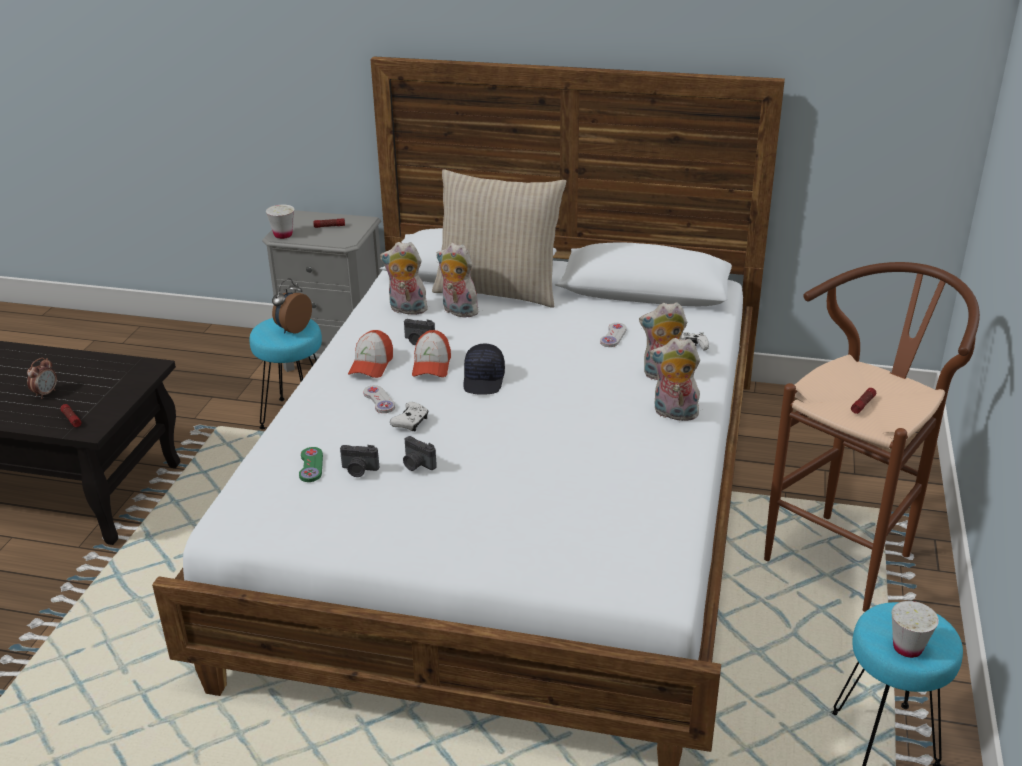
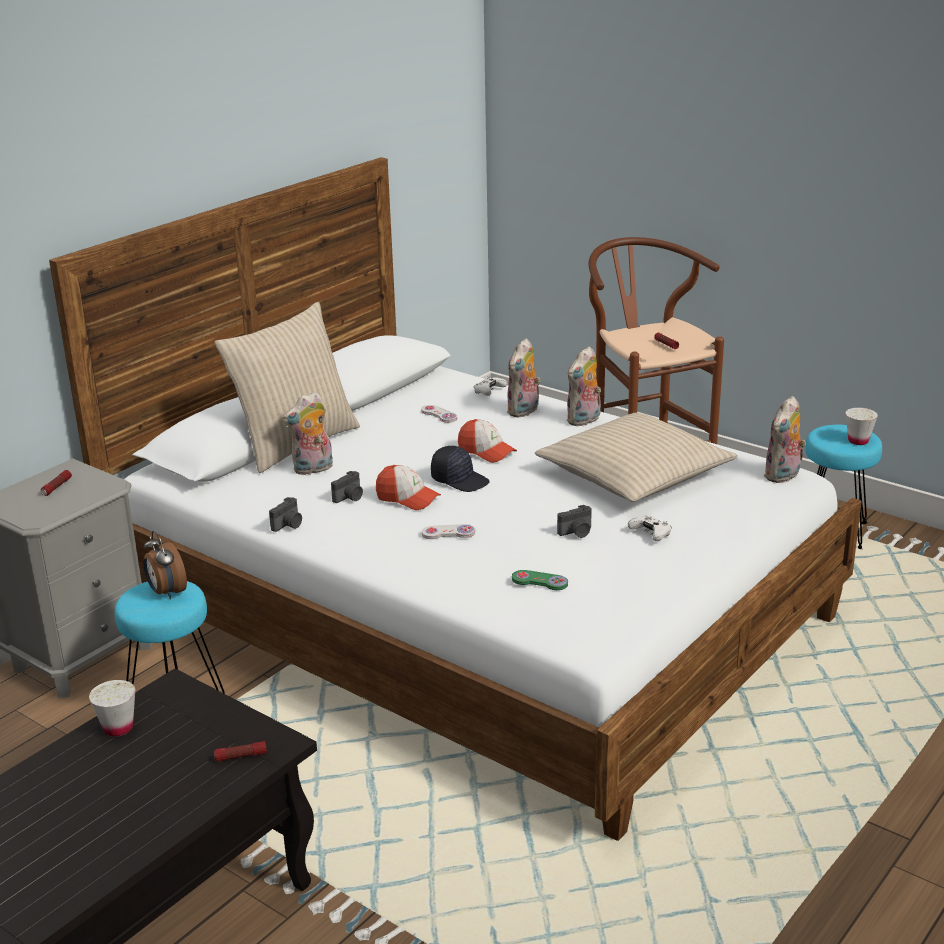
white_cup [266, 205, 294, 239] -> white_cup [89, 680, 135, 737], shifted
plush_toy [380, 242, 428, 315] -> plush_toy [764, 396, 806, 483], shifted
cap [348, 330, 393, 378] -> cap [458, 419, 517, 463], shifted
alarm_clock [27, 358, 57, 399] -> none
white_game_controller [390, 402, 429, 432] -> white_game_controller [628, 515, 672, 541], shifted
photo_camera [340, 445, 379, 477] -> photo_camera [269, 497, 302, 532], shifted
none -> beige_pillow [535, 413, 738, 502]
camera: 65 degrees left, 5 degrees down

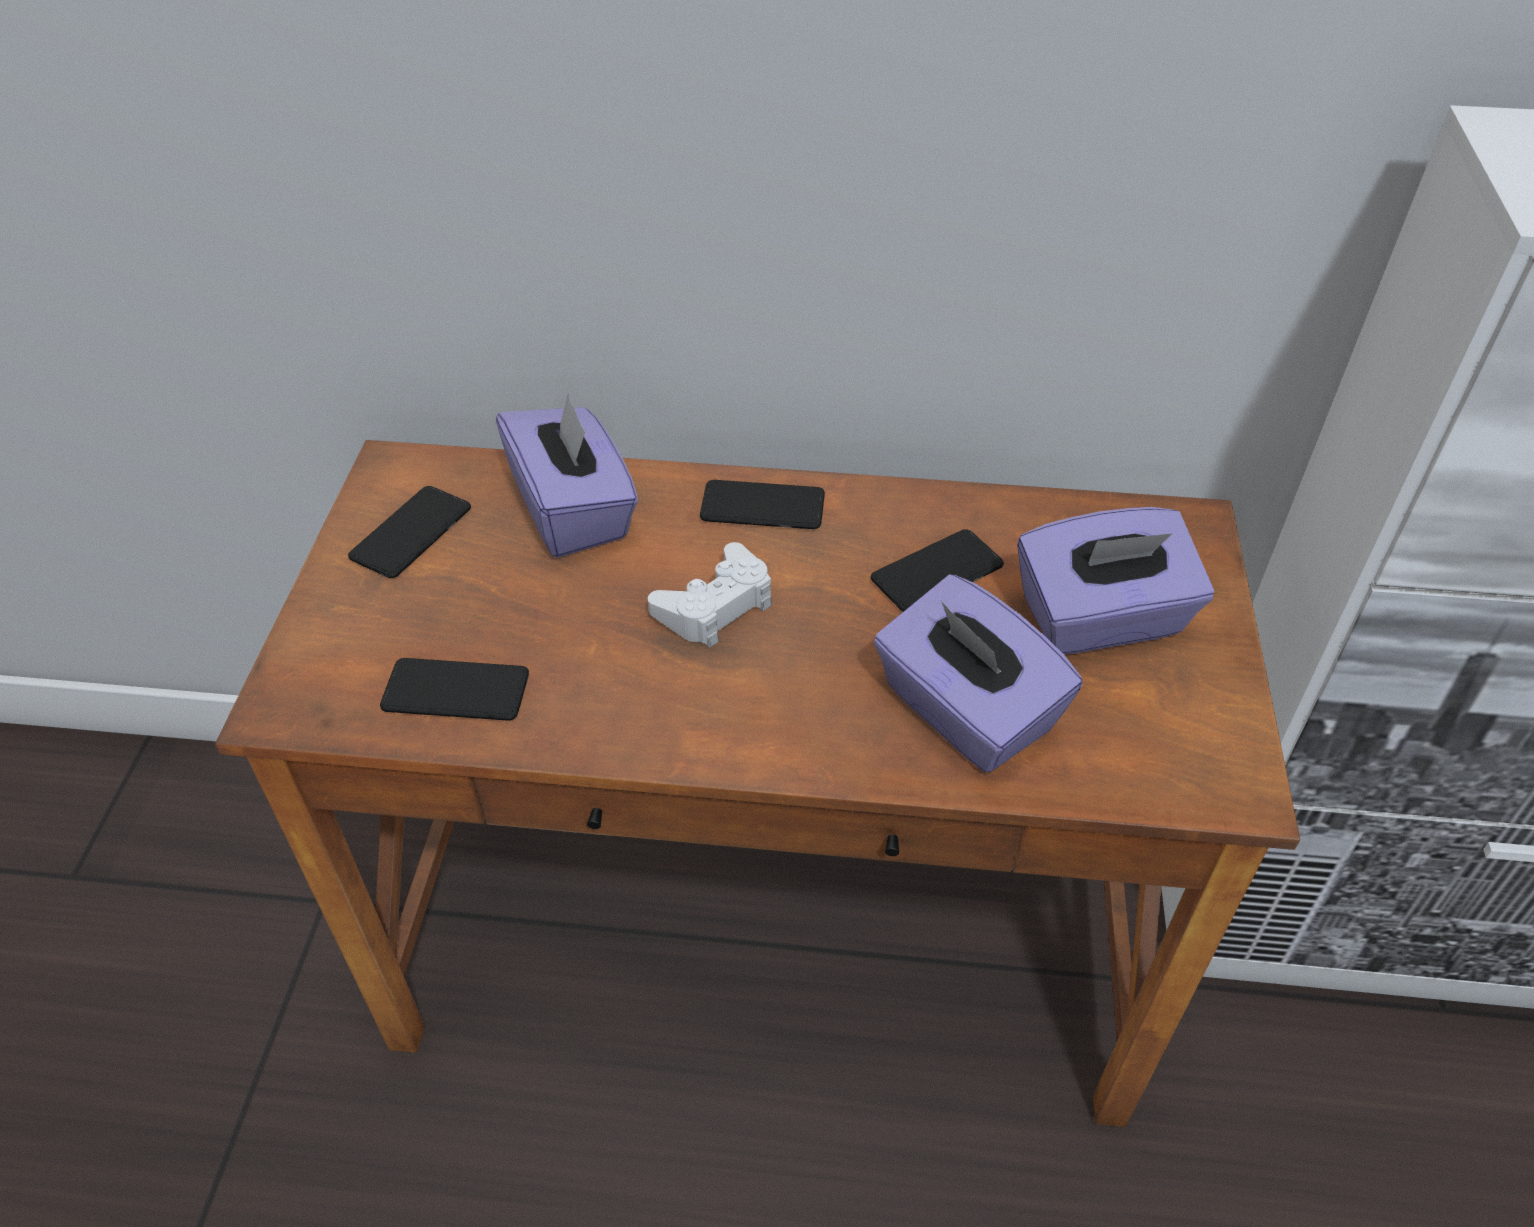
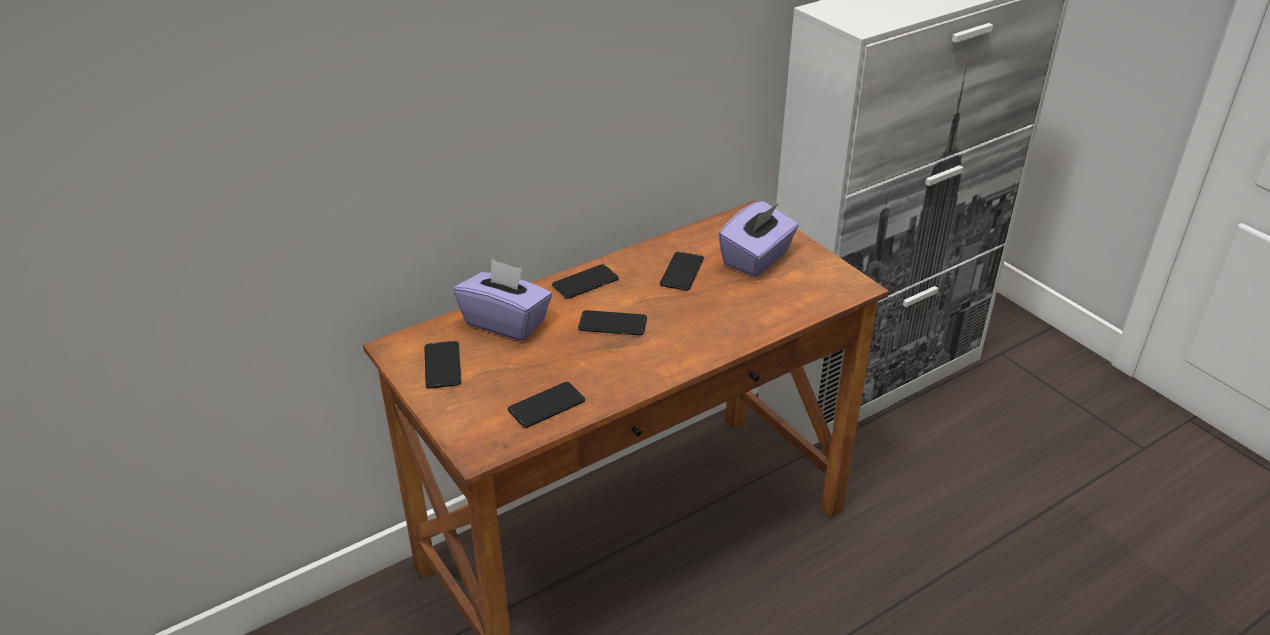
white_game_controller [648, 542, 772, 648] -> phone [578, 310, 647, 335]
purple_tissue_box [873, 574, 1083, 772] -> none
camera: 40 degrees left, 10 degrees down

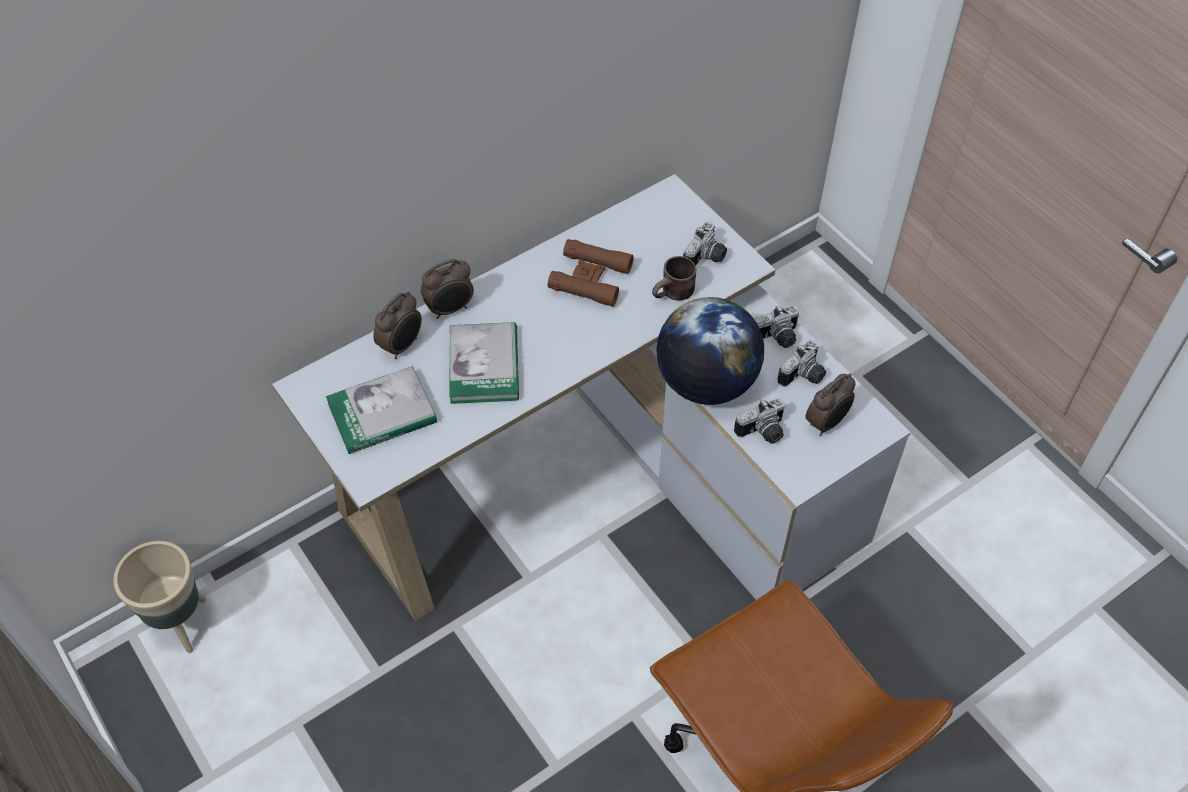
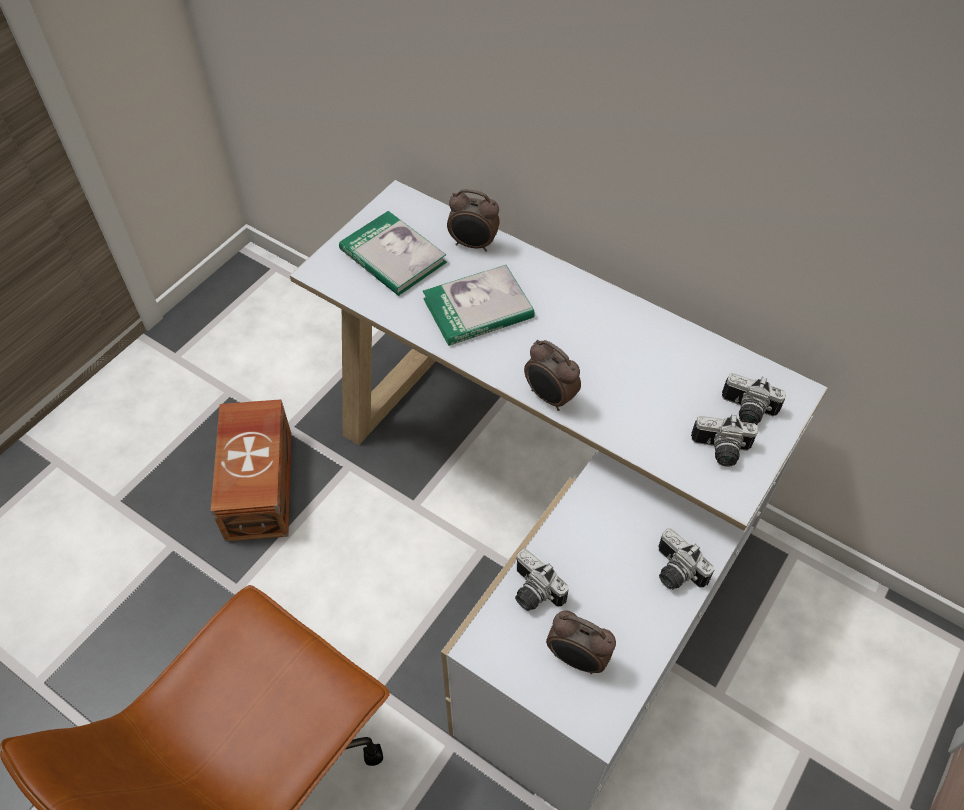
brown_binoculars [548, 239, 634, 307] -> none
brown_mug [652, 256, 696, 300] -> none
alarm_clock [421, 259, 474, 319] -> alarm_clock [524, 340, 581, 411], shifted
globe [656, 297, 764, 405] -> none
photo_camera [778, 340, 826, 387] -> photo_camera [722, 373, 786, 425], shifted
beige_planter [113, 541, 206, 653] -> none
none -> brown_storage_box [211, 399, 291, 542]
camera: 70 degrees right, 0 degrees up

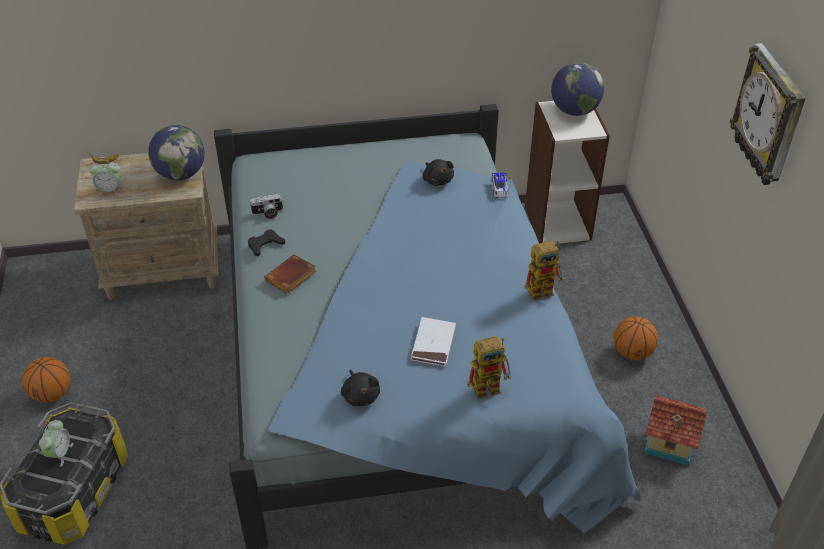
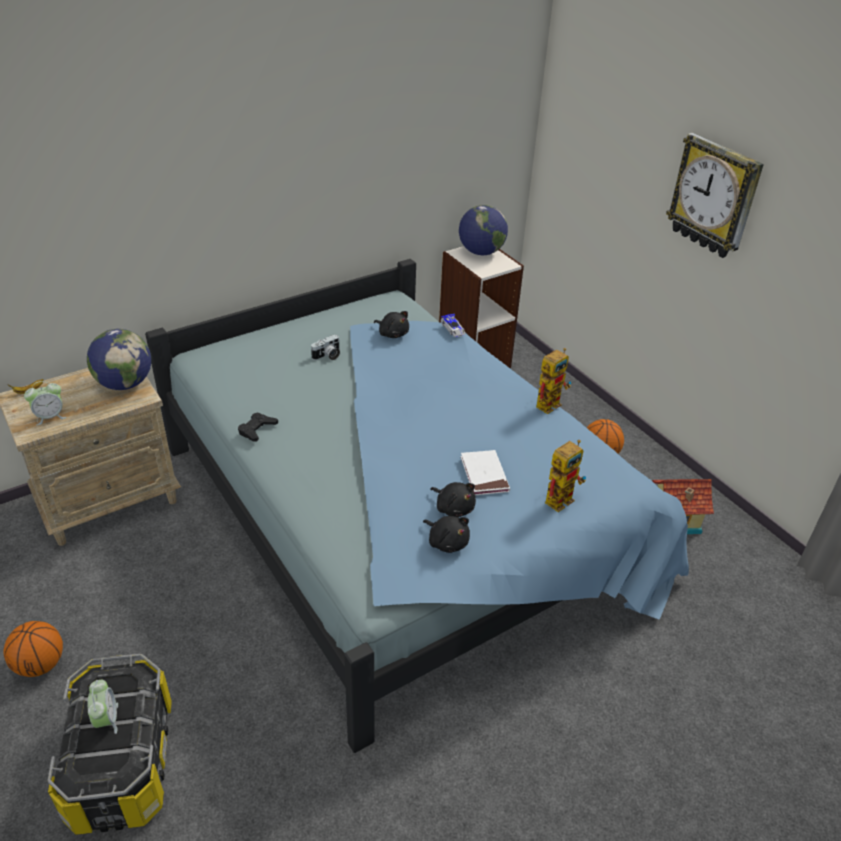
photo_camera [250, 193, 283, 219] -> photo_camera [311, 334, 340, 360], shifted
brown_book [264, 254, 316, 294] -> none
none -> black_plush_toy [430, 482, 476, 517]
camera: 25 degrees left, 5 degrees down

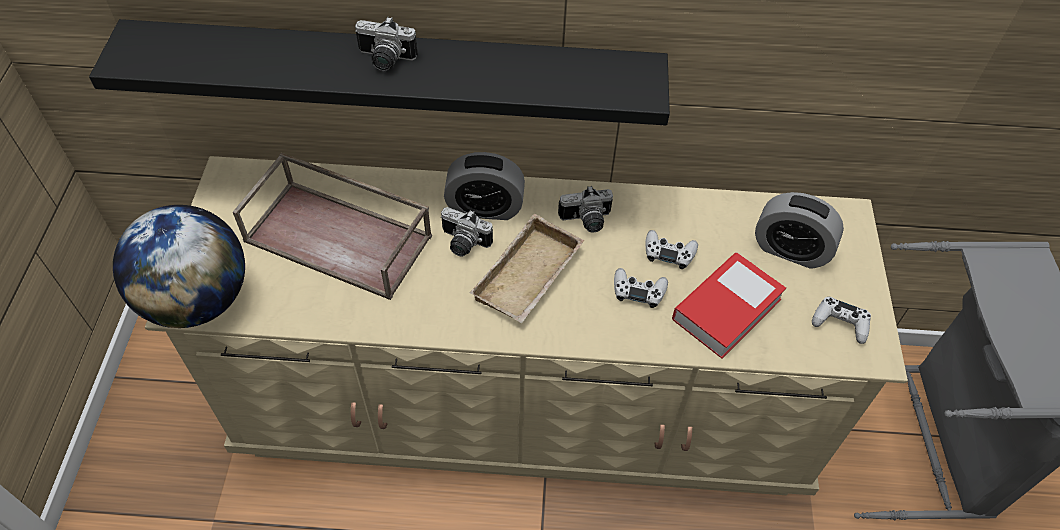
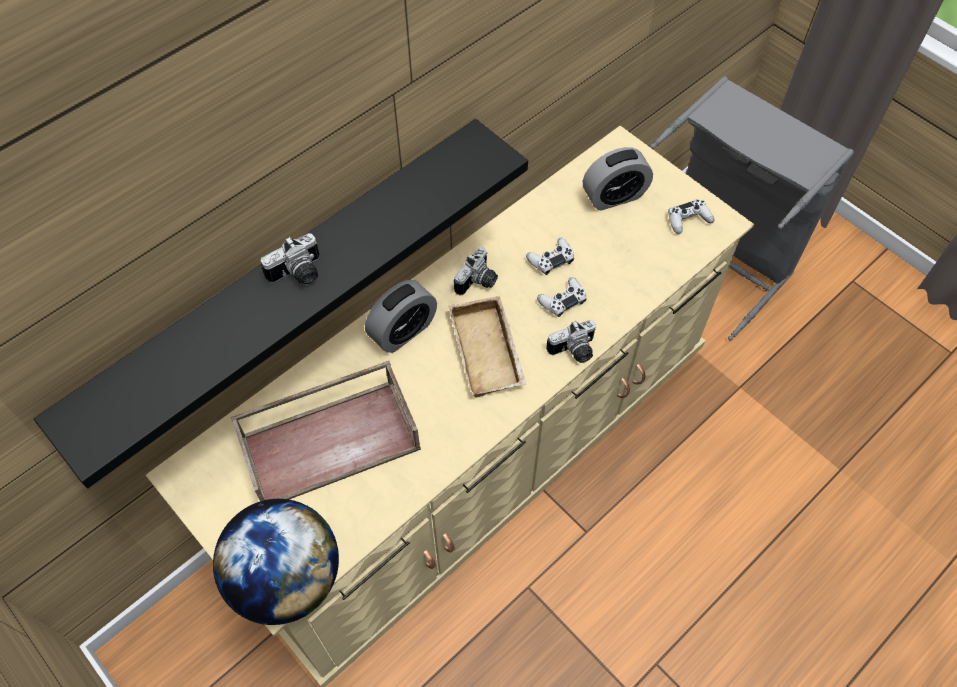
photo_camera [441, 207, 493, 257] -> photo_camera [546, 320, 596, 363], shifted
book [672, 253, 786, 359] -> none
camera: 45 degrees left, 5 degrees up

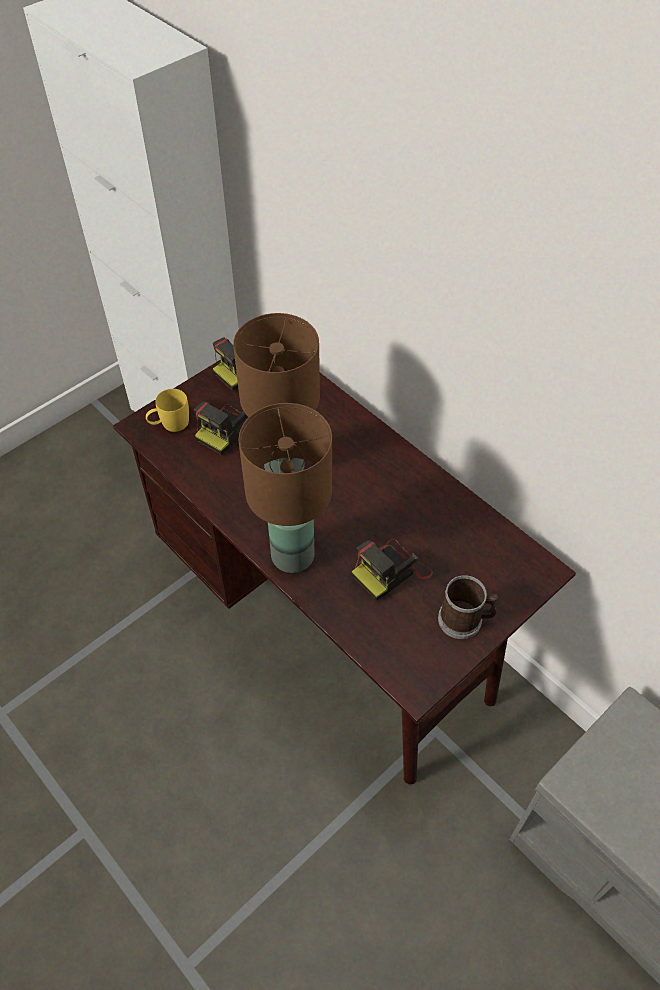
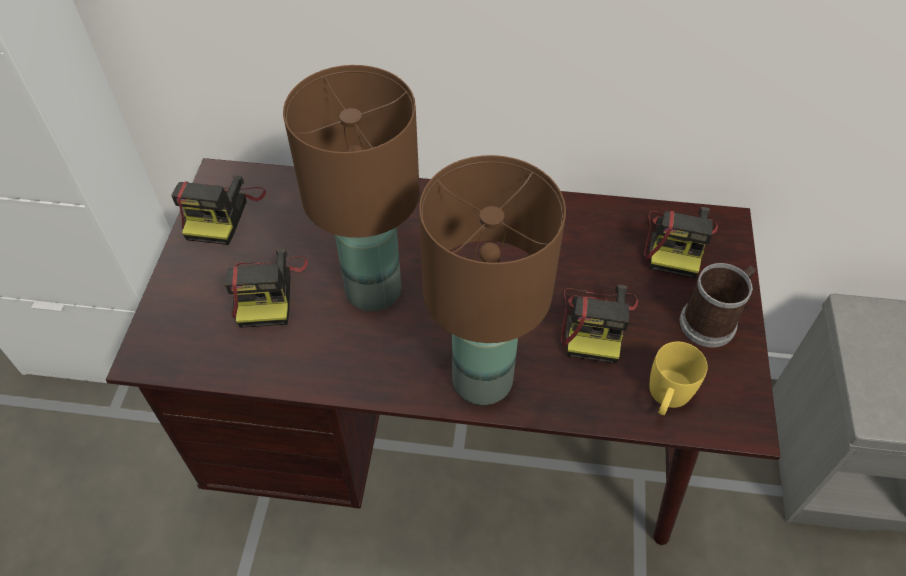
yellow_mug [146, 389, 189, 432] -> yellow_mug [649, 342, 708, 415], shifted
none -> photo_camera [645, 207, 718, 278]
camera: 40 degrees left, 0 degrees up

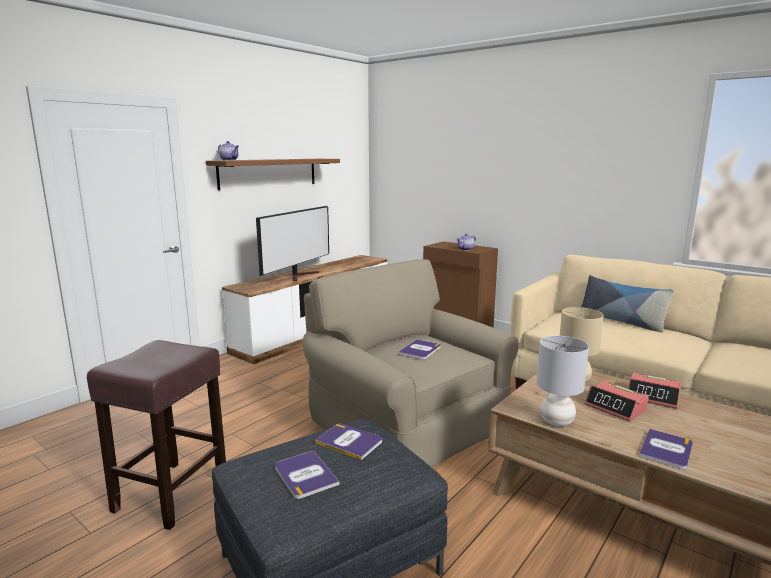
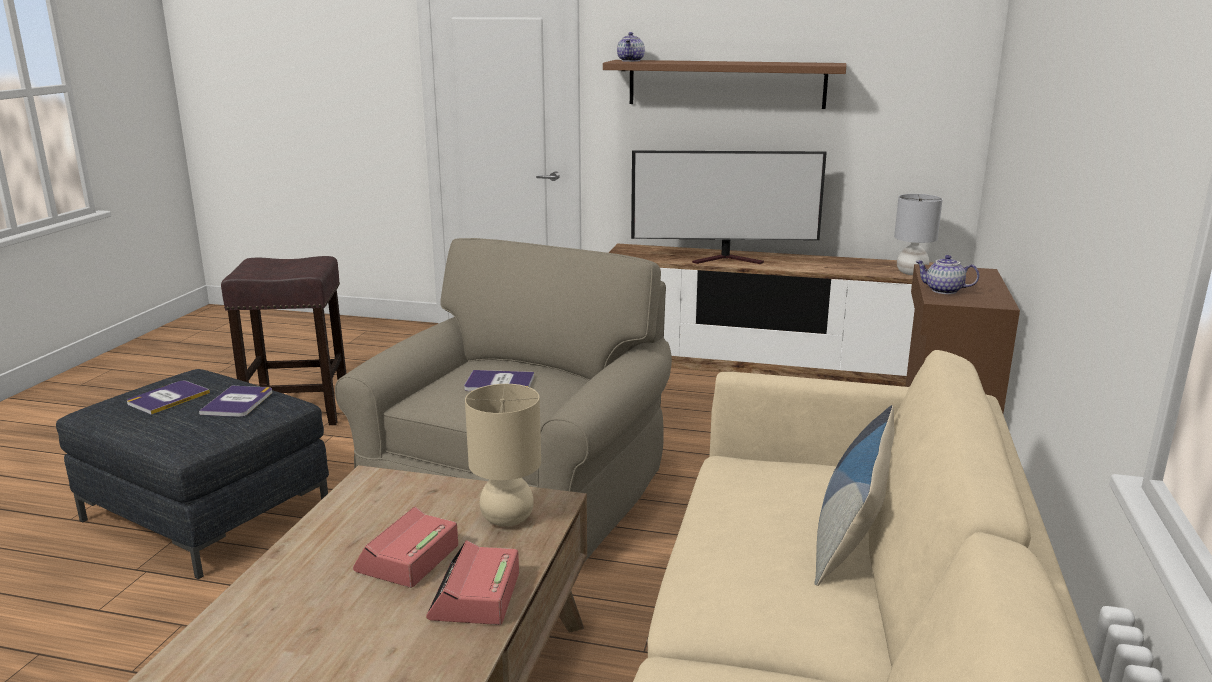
grey_table_lamp [537, 336, 589, 426] -> grey_table_lamp [894, 194, 943, 275], shifted
book [639, 429, 693, 470] -> none
camera: 65 degrees right, 5 degrees up

